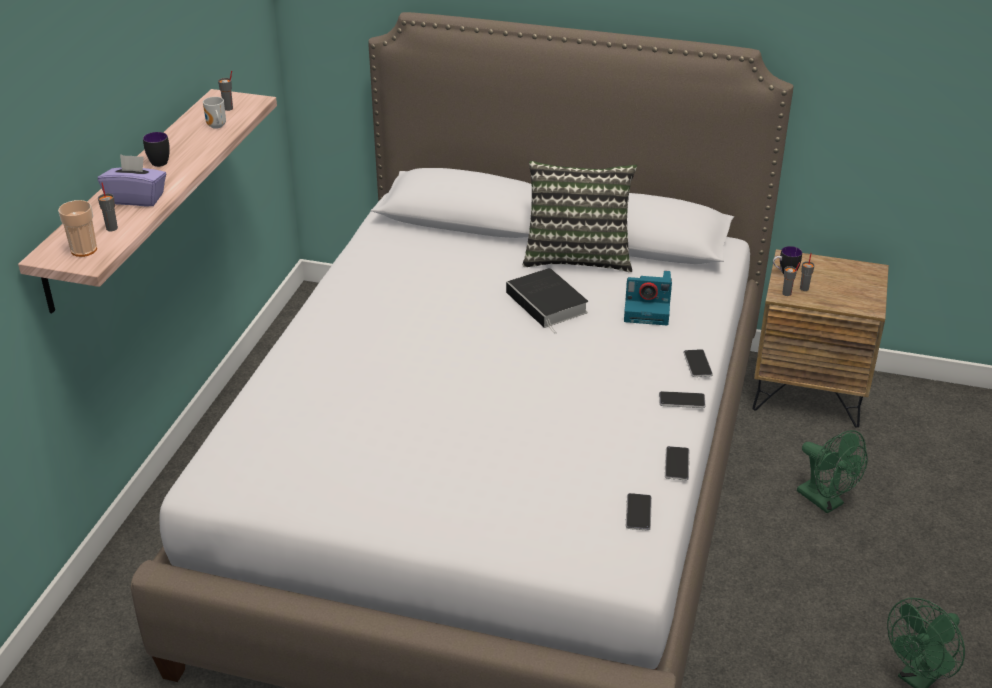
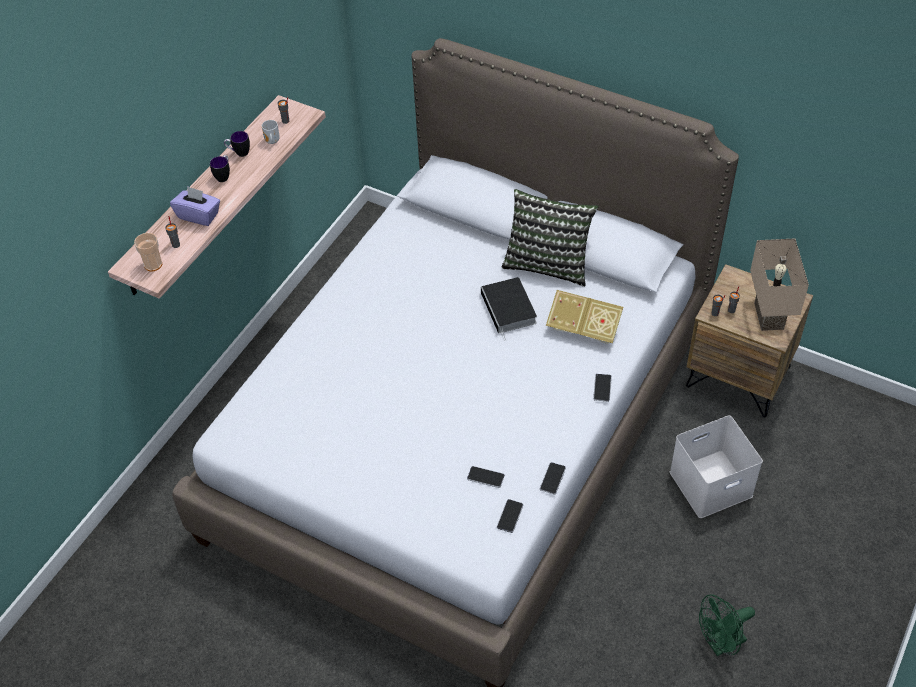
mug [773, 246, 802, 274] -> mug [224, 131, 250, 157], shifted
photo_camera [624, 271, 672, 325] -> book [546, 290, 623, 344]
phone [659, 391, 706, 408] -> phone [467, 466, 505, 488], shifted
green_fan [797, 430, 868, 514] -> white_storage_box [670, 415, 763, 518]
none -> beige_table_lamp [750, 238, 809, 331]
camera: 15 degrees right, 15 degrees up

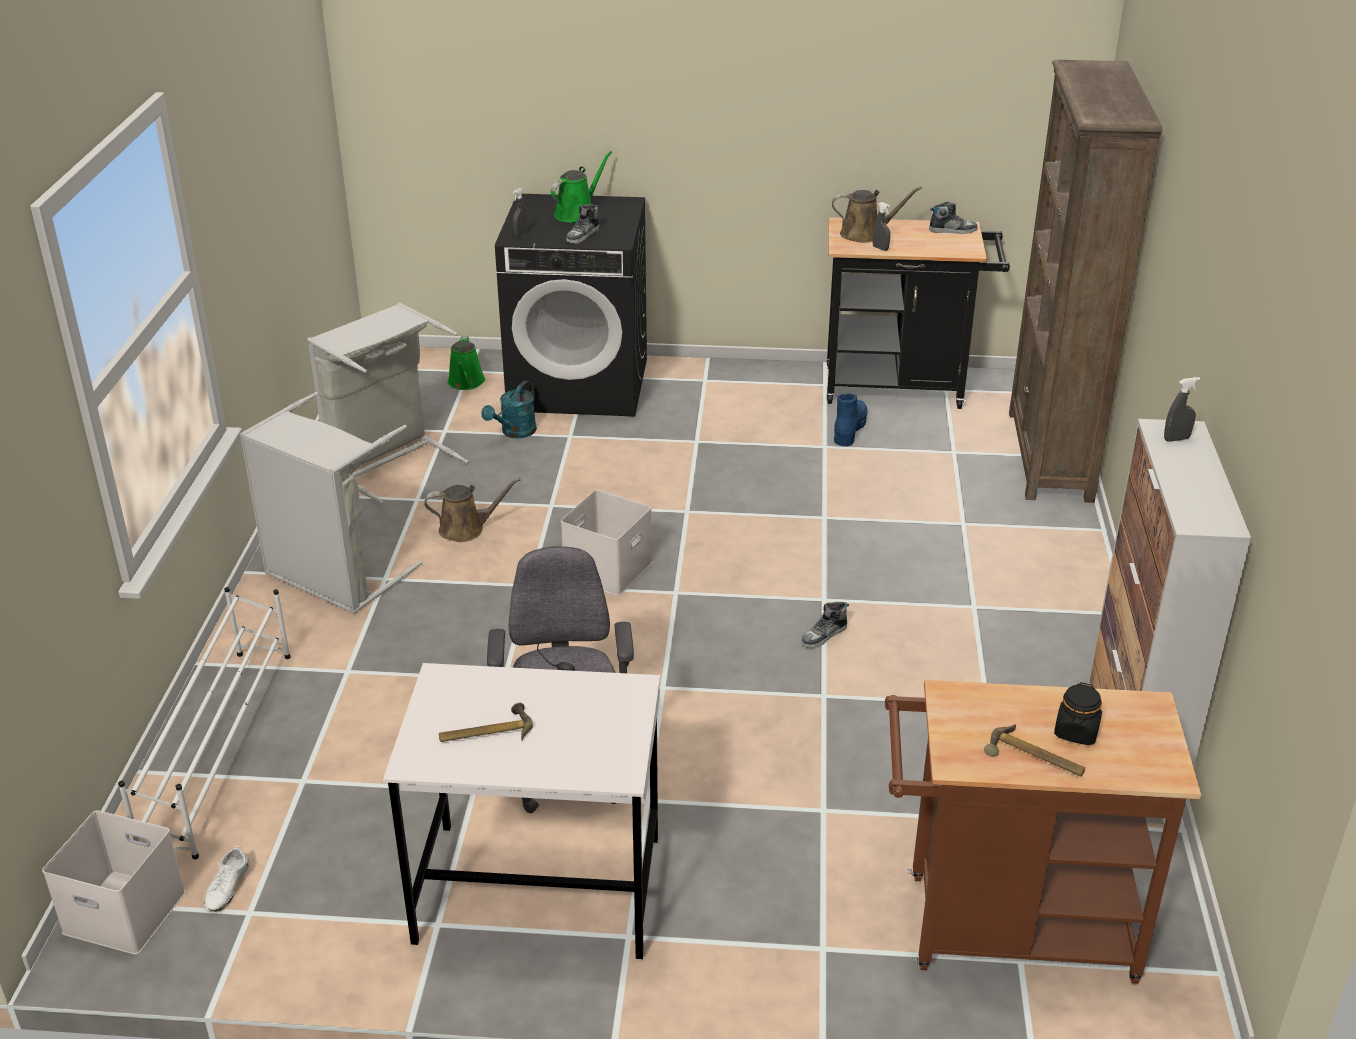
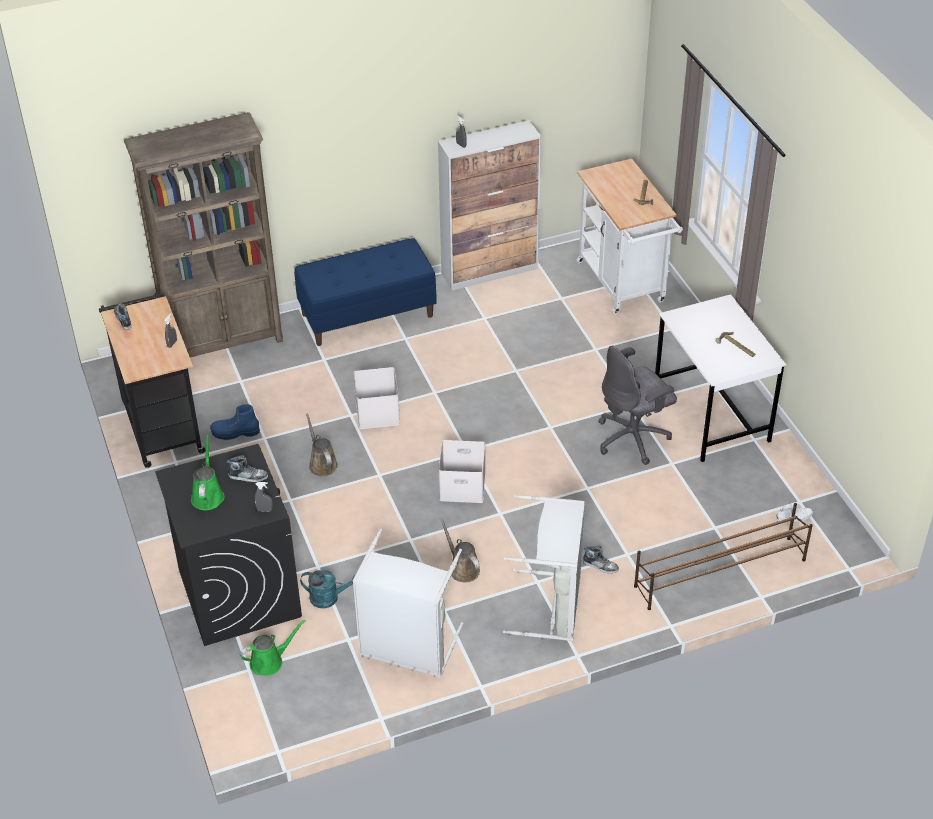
green_watering_can [550, 151, 612, 223] -> green_watering_can [191, 435, 225, 511], 75 degrees clockwise
brown_watering_can [832, 187, 922, 243] -> brown_watering_can [306, 413, 338, 476], shifted
white_shoe_rack [118, 587, 291, 859] -> brown_shoe_rack [634, 503, 813, 610]
shoe [801, 602, 849, 648] -> shoe [583, 546, 619, 574], shifted
brown_cart [885, 680, 1201, 984] -> white_cart [576, 159, 683, 314]
black_jar [1054, 682, 1102, 745] -> none
white_storage_box [42, 810, 186, 955] -> white_storage_box [354, 367, 400, 429], shifted
none -> blue_bench [294, 238, 437, 346]
camera: 115 degrees left, 10 degrees up

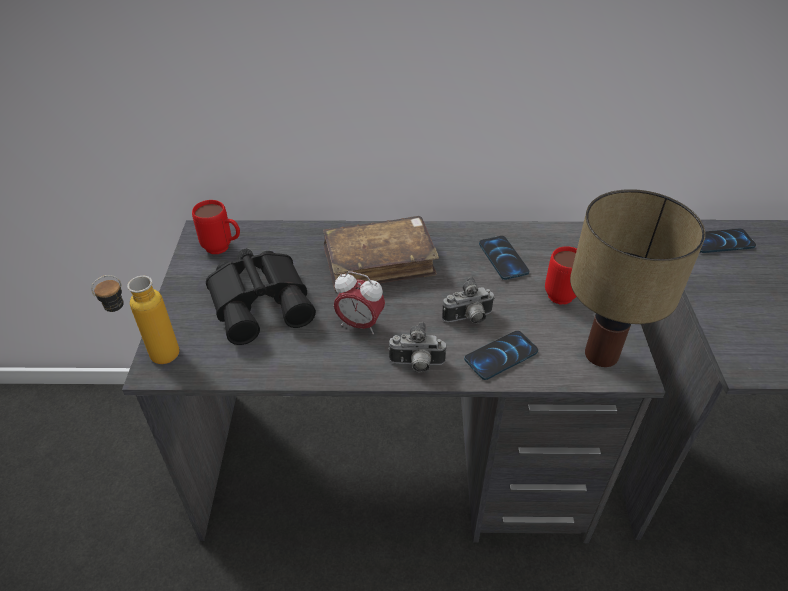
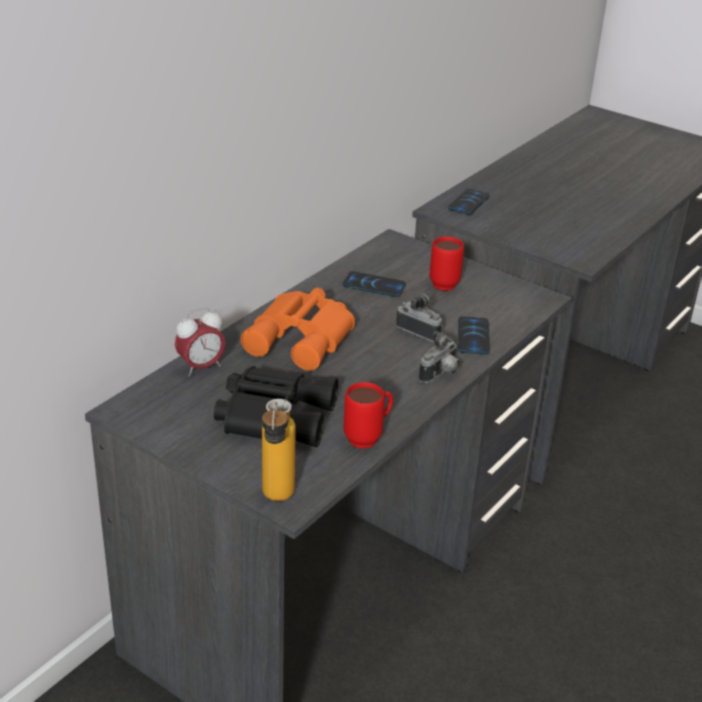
table_lamp [570, 189, 706, 367] -> none
red_mug [192, 200, 240, 254] -> red_mug [344, 382, 393, 449], shifted
brown_book [323, 216, 439, 291] -> orange_binoculars [241, 288, 355, 371]
alarm_clock [334, 271, 385, 334] -> alarm_clock [175, 307, 226, 376], shifted
photo_camera [442, 277, 495, 324] -> photo_camera [396, 292, 443, 342], 75 degrees counterclockwise
camera: 55 degrees left, 10 degrees down

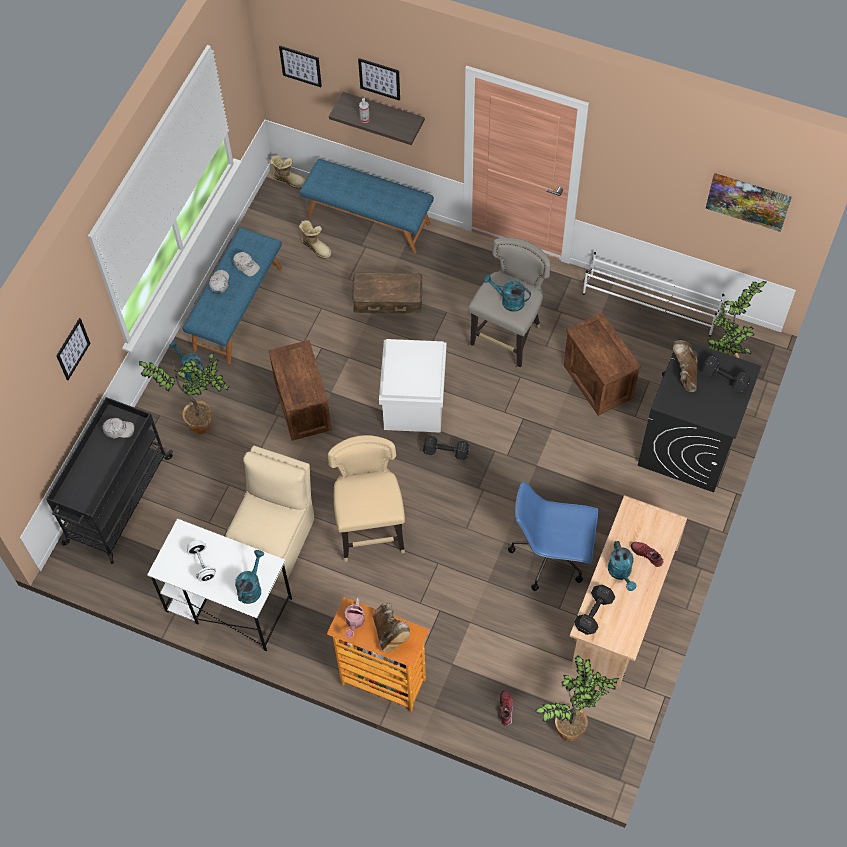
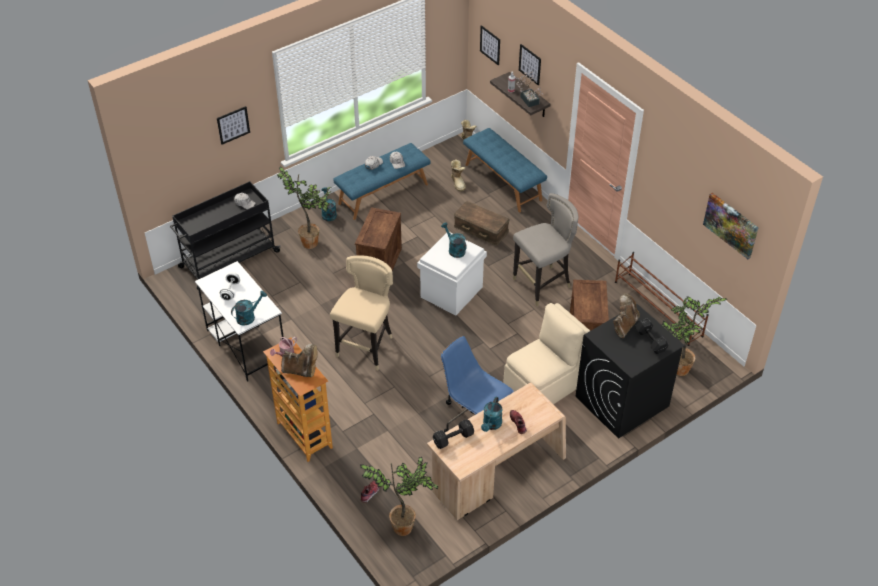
white_shoe_rack [583, 252, 724, 337] -> brown_shoe_rack [615, 252, 709, 346]
turquoise_watering_can [483, 274, 531, 312] -> turquoise_watering_can [441, 222, 467, 258], shifted
black_dumbbell [423, 436, 469, 460] -> none
beige_chair [225, 446, 314, 583] -> beige_chair [504, 303, 590, 404], shifted
brown_boot [373, 603, 410, 652] -> brown_boot [281, 344, 318, 377], 90 degrees counterclockwise
none -> potted_plant [516, 72, 543, 107]
camera: 30 degrees right, 15 degrees down

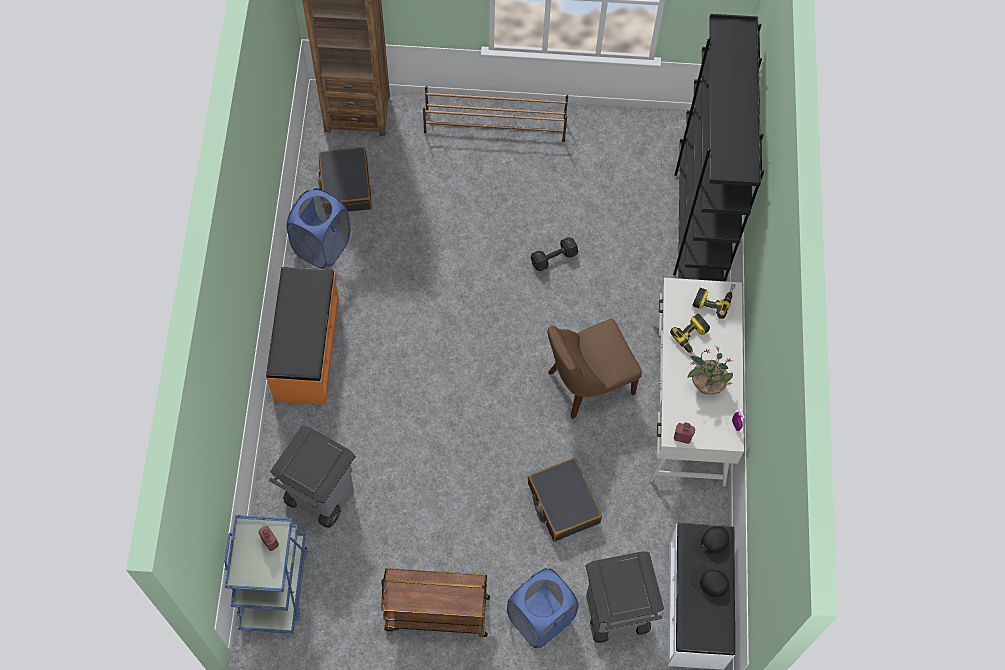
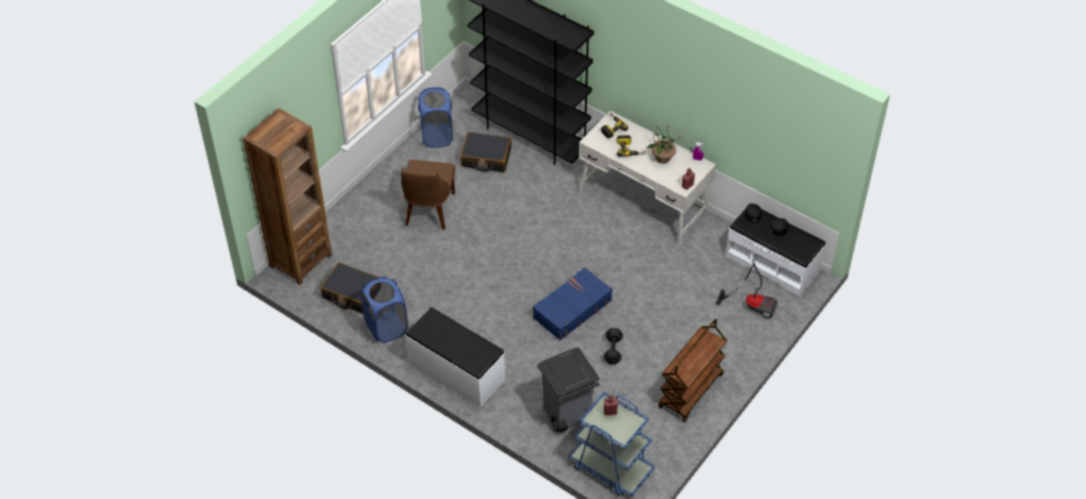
brown_shoe_rack [423, 86, 568, 142] -> none
black_dumbbell [531, 237, 578, 271] -> black_dumbbell [604, 328, 623, 364], shifted
orange_bench [266, 267, 339, 405] -> white_bench [405, 307, 505, 408]
brown_chair [547, 318, 642, 419] -> brown_chair [401, 159, 455, 230], shifted
black_suitcase [528, 458, 602, 542] -> black_suitcase [460, 132, 511, 172], shifted
grey_trash_can [586, 551, 664, 643] -> vacuum_cleaner [716, 263, 777, 318]
blue_laundry_basket [507, 568, 579, 648] -> blue_laundry_basket [418, 87, 453, 148], shifted
none -> blue_suitcase [533, 267, 612, 340]
camera: 55 degrees left, 15 degrees down

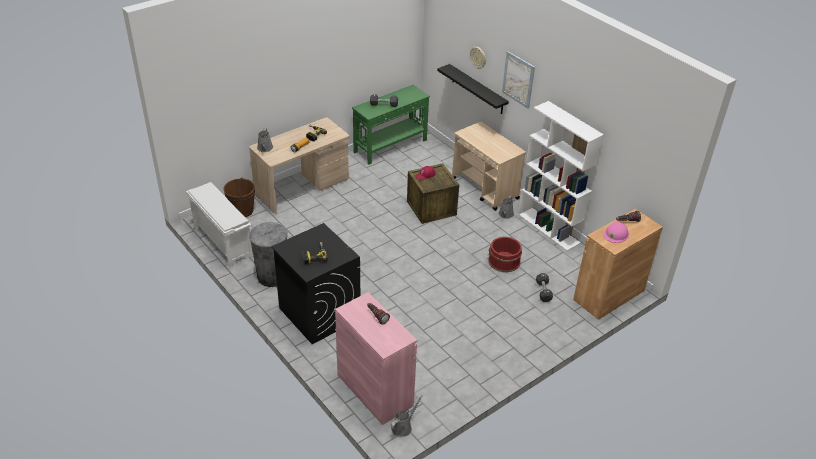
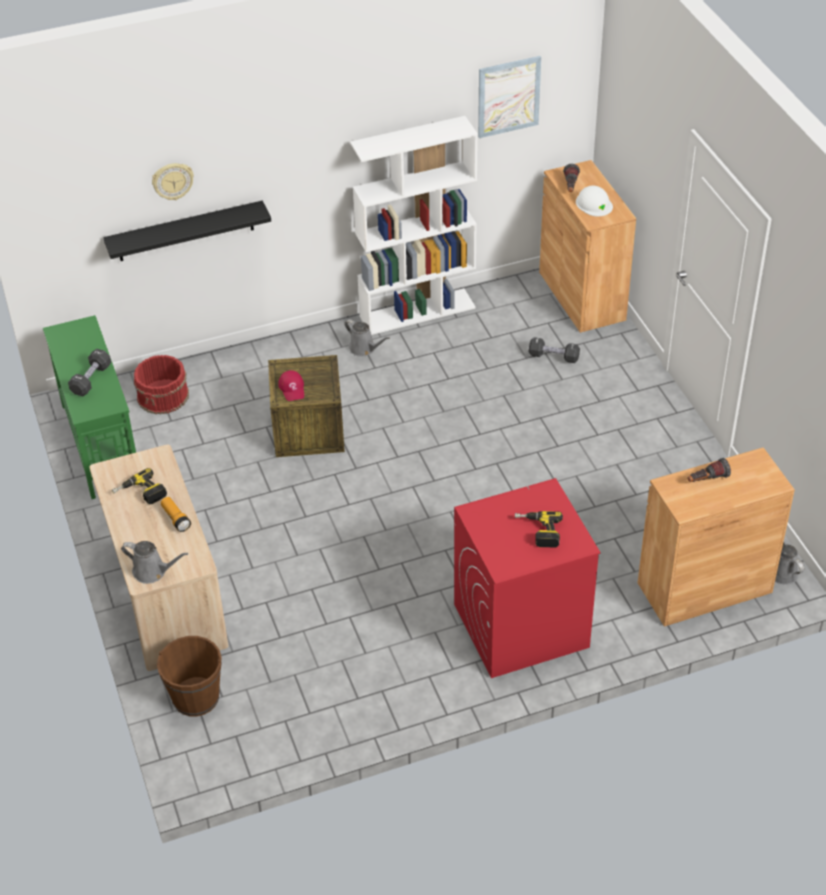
picture [502, 51, 535, 109] -> picture [478, 56, 541, 138], shifted
beige_cart [452, 122, 526, 211] -> none
white_shoe_rack [186, 182, 253, 267] -> none
grey_trash_can [249, 222, 287, 287] -> none
pink_hard_hat [603, 222, 629, 243] -> white_hard_hat [576, 186, 613, 216]
black_washing_machine [271, 223, 360, 344] -> red_washing_machine [454, 478, 601, 678]
red_bucket [488, 237, 522, 272] -> red_bucket [134, 355, 189, 414], shifted
pink_cabinet [335, 292, 417, 425] -> brown_cabinet [638, 447, 795, 627]
camera: 70 degrees left, 5 degrees up

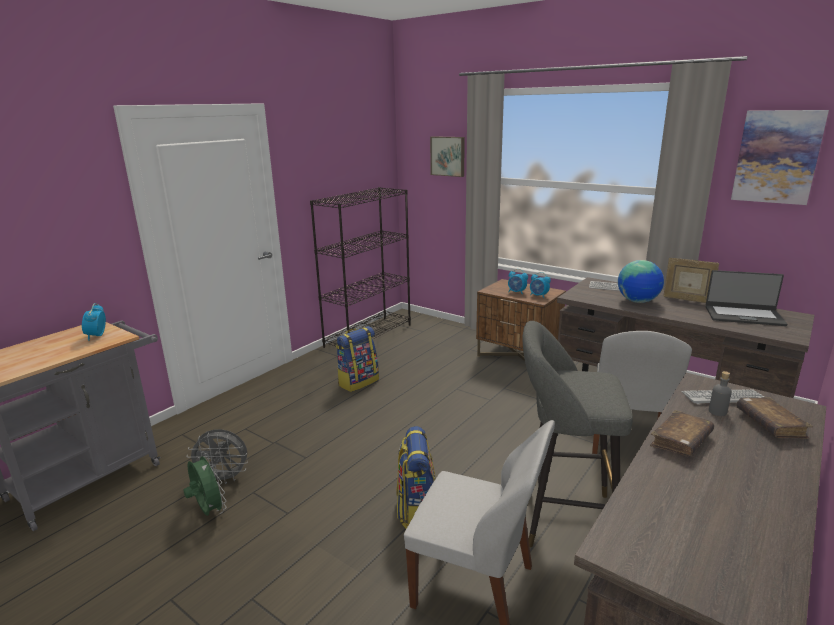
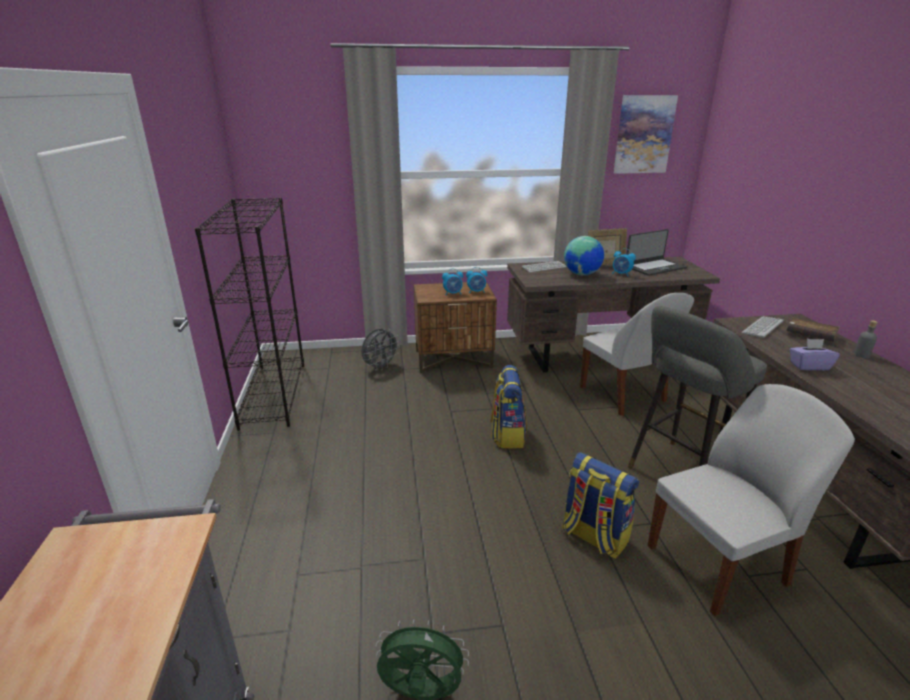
picture [430, 136, 465, 177] -> none
alarm_clock [82, 303, 106, 341] -> alarm_clock [612, 248, 636, 276], shifted
backpack [336, 326, 379, 392] -> backpack [491, 365, 527, 448], shifted
grey_bottle [709, 371, 732, 416] -> grey_bottle [854, 320, 878, 358], shifted
brown_book [650, 410, 714, 456] -> purple_tissue_box [790, 339, 840, 370]
grey_fan [186, 429, 248, 484] -> grey_fan [361, 329, 400, 371], shifted
camera: 45 degrees left, 5 degrees up

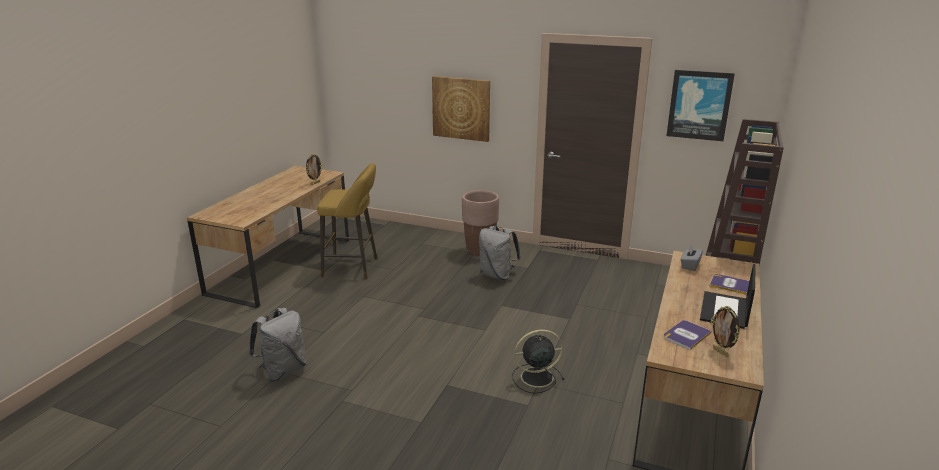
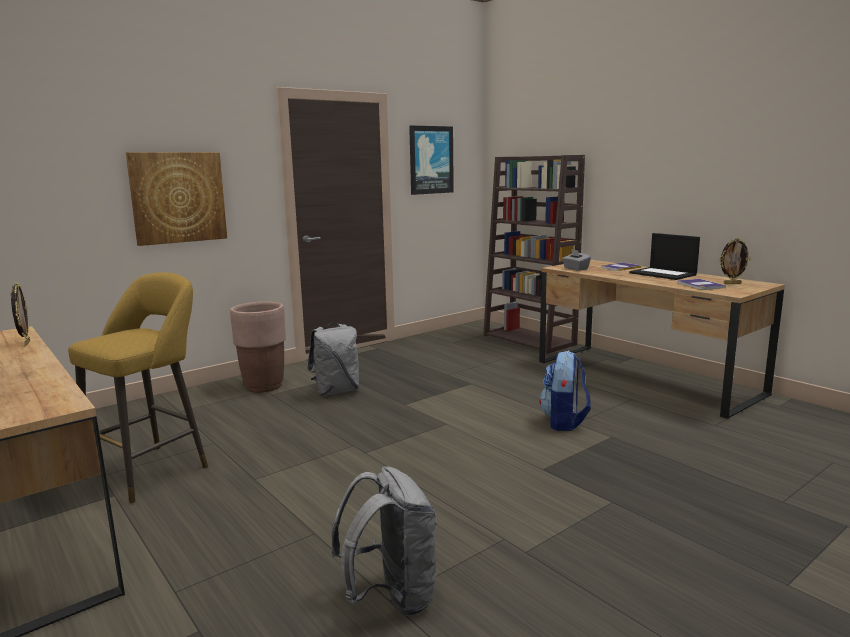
black_fan [512, 329, 564, 393] -> backpack [539, 351, 591, 431]
camera: 60 degrees left, 10 degrees down

